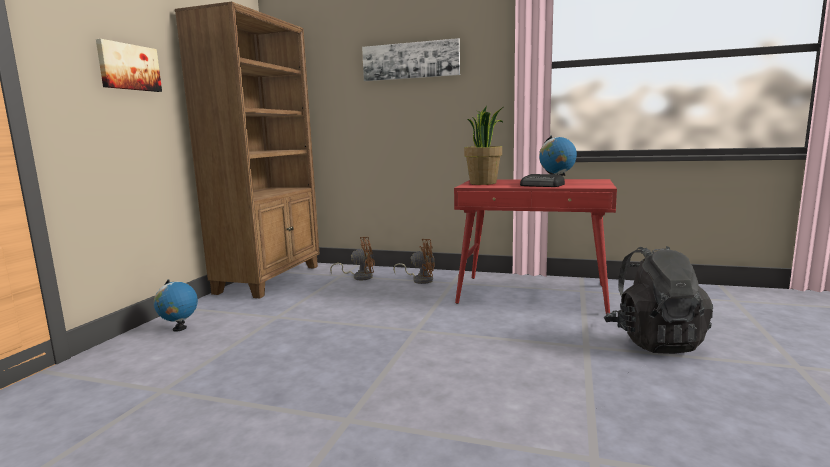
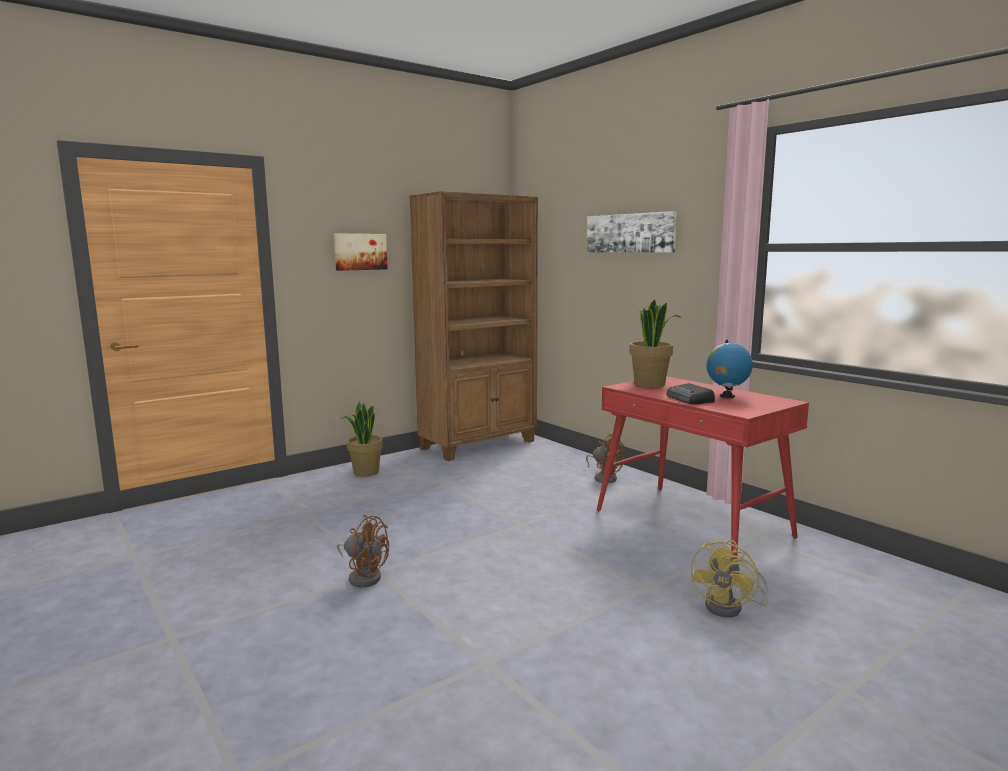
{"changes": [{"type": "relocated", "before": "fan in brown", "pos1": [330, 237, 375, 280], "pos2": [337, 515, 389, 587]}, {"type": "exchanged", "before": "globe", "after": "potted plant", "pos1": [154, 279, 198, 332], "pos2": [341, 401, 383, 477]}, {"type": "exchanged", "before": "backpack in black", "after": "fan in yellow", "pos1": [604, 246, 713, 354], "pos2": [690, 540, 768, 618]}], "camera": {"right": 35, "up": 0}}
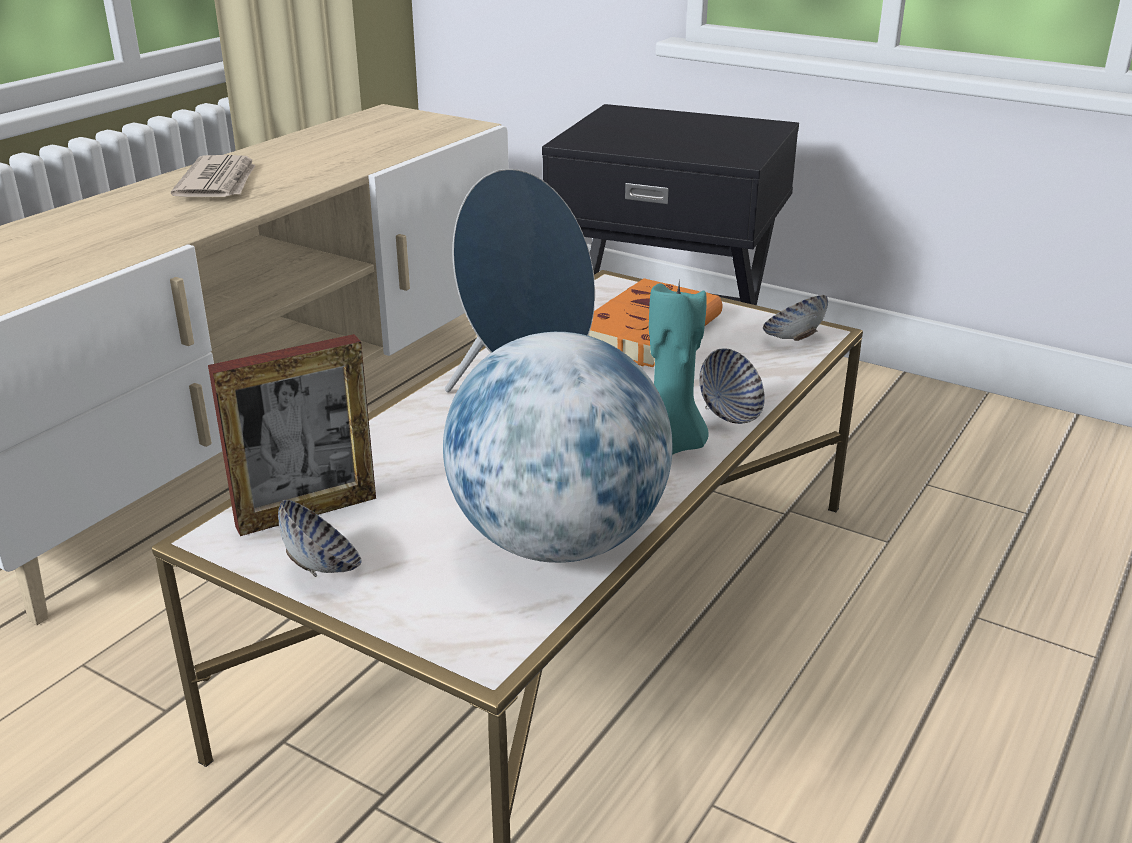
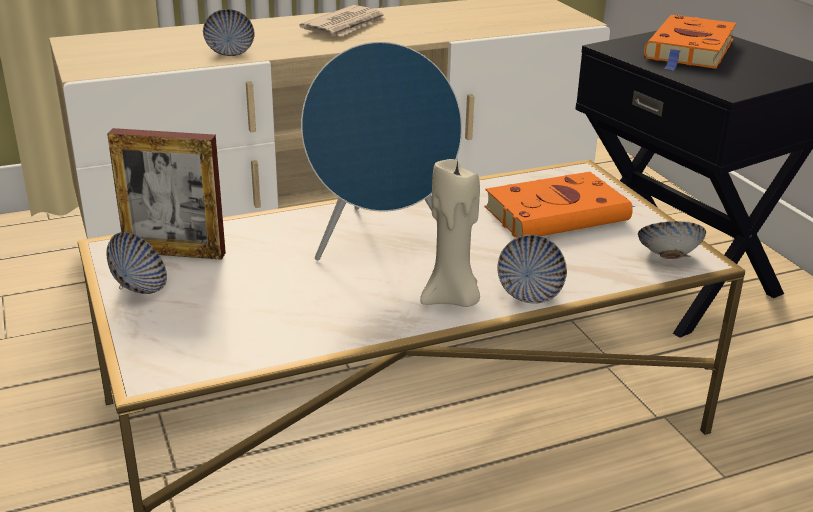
{"changes": [{"type": "appeared", "after": "bowl", "pos2": [203, 9, 255, 56]}, {"type": "colour", "before": "candle in turquoise", "after": "candle in beige", "pos1": [649, 281, 709, 455], "pos2": [420, 159, 480, 307]}, {"type": "appeared", "after": "book in orange", "pos2": [644, 15, 736, 71]}, {"type": "missing", "before": "globe", "pos1": [443, 332, 673, 563]}], "camera": {"right": 35, "up": 0}}
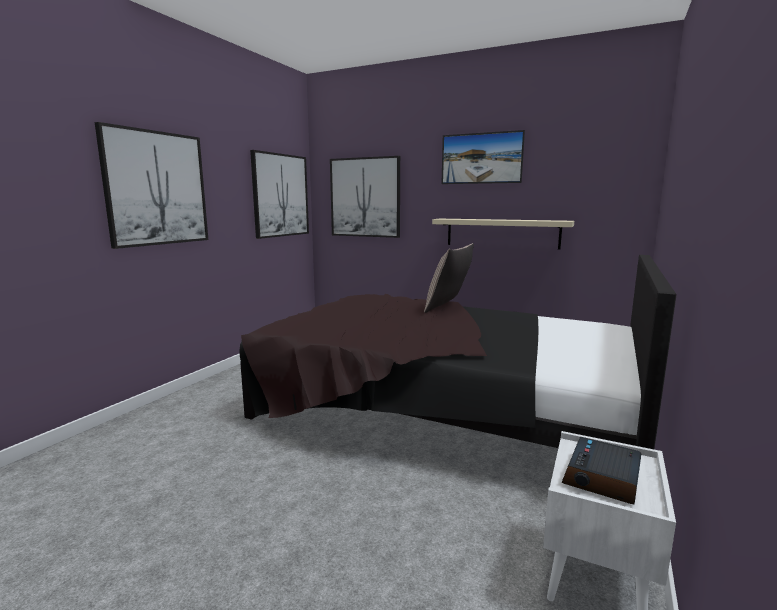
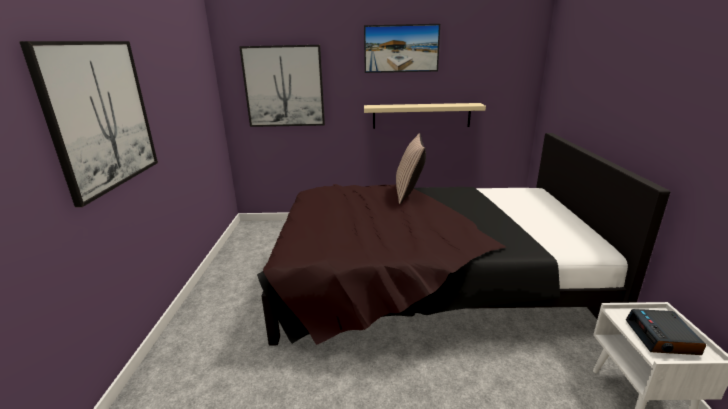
{"changes": [{"type": "missing", "before": "picture", "pos1": [250, 150, 309, 239]}], "camera": {"right": -25, "up": 10}}
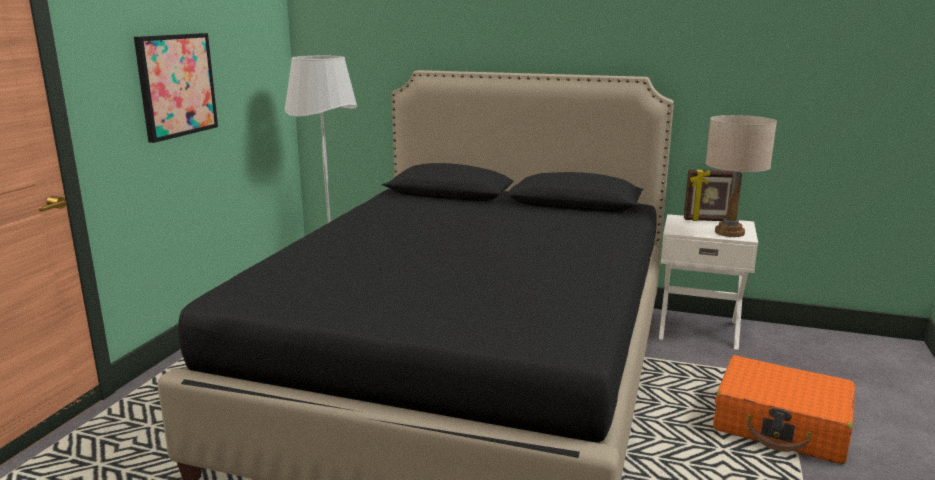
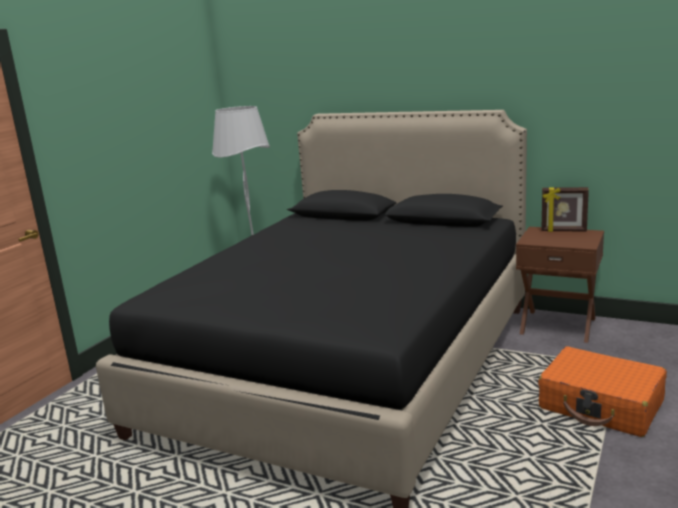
{"changes": [{"type": "colour", "before": "nightstand in white", "after": "nightstand in brown", "pos1": [659, 214, 758, 350], "pos2": [516, 227, 604, 343]}, {"type": "missing", "before": "picture", "pos1": [134, 33, 218, 143]}, {"type": "missing", "before": "table lamp in beige", "pos1": [706, 115, 777, 237]}], "camera": {"right": 10, "up": 0}}
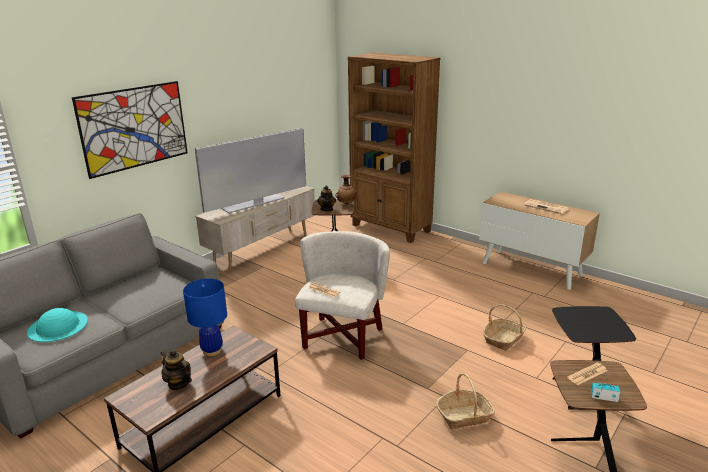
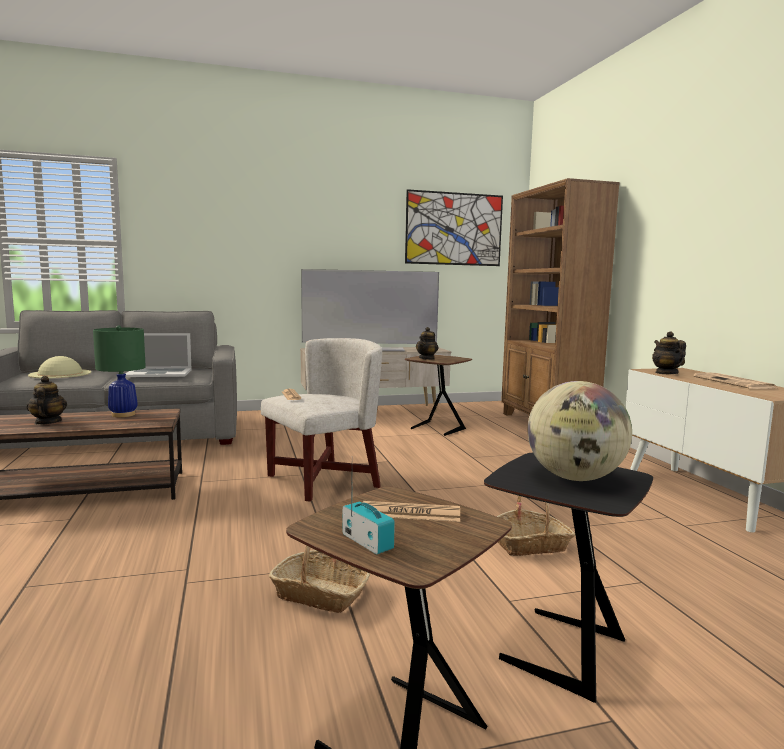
{"changes": [{"type": "colour", "before": "hat in turquoise", "after": "hat in beige", "pos1": [27, 308, 88, 342], "pos2": [28, 356, 91, 378]}, {"type": "colour", "before": "table lamp in blue", "after": "table lamp in green", "pos1": [183, 279, 227, 356], "pos2": [93, 325, 146, 417]}, {"type": "appeared", "after": "laptop", "pos2": [125, 333, 192, 377]}, {"type": "relocated", "before": "picture", "pos1": [72, 81, 188, 179], "pos2": [405, 189, 503, 266]}, {"type": "appeared", "after": "globe", "pos2": [527, 381, 632, 481]}, {"type": "appeared", "after": "teapot", "pos2": [652, 331, 686, 374]}, {"type": "missing", "before": "vase", "pos1": [336, 175, 357, 204]}], "camera": {"right": 35, "up": -15}}
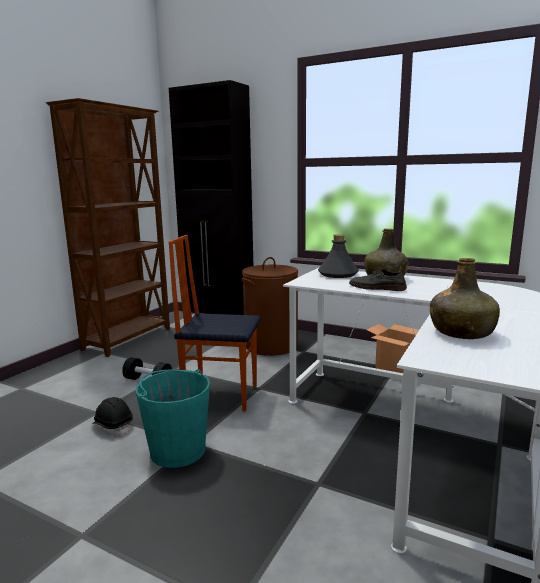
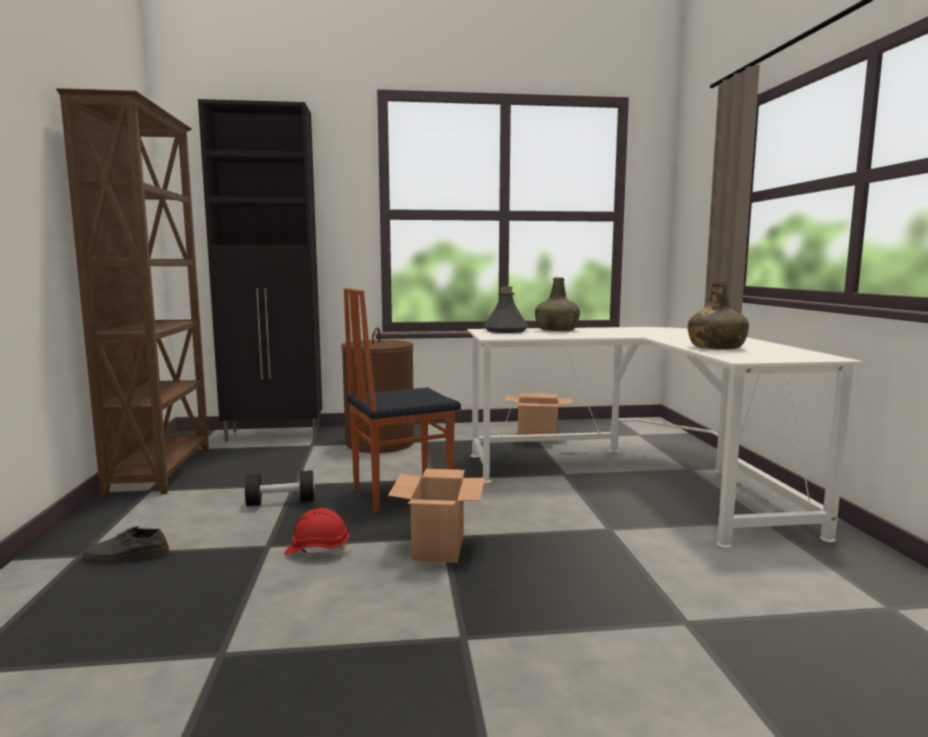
{"changes": [{"type": "relocated", "before": "shoe in grey", "pos1": [349, 269, 407, 291], "pos2": [82, 526, 169, 563]}, {"type": "colour", "before": "hard hat in black", "after": "hard hat in red", "pos1": [92, 397, 133, 435], "pos2": [284, 508, 351, 555]}, {"type": "exchanged", "before": "bucket in turquoise", "after": "cardboard box", "pos1": [136, 369, 210, 468], "pos2": [388, 469, 485, 563]}], "camera": {"right": -35, "up": -5}}
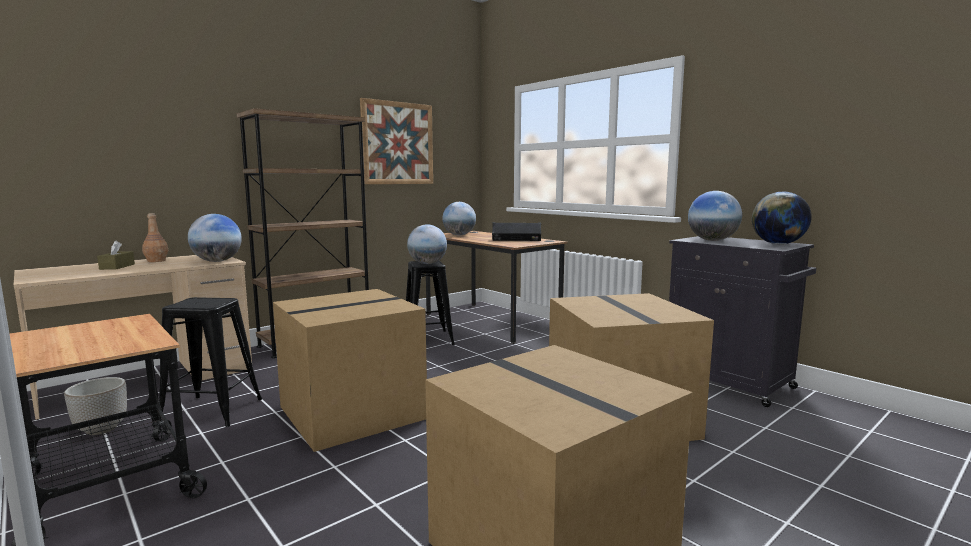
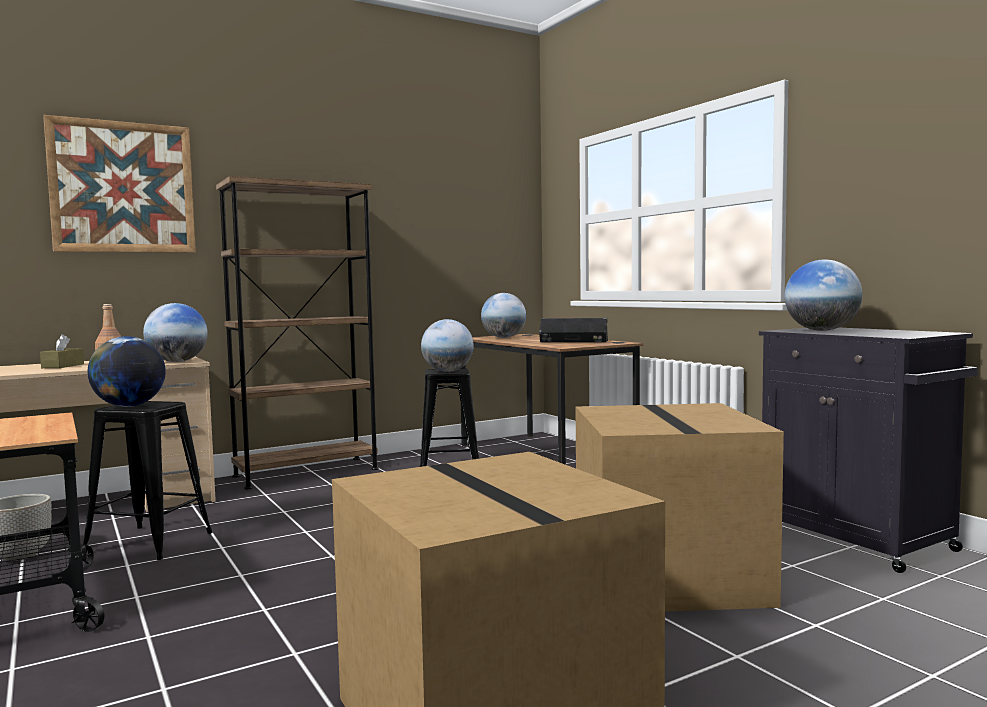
{"changes": [{"type": "relocated", "before": "picture", "pos1": [360, 98, 433, 184], "pos2": [43, 115, 196, 253]}, {"type": "relocated", "before": "globe", "pos1": [752, 191, 812, 244], "pos2": [87, 336, 166, 407]}, {"type": "missing", "before": "cardboard box", "pos1": [273, 289, 427, 452]}], "camera": {"right": 10, "up": -5}}
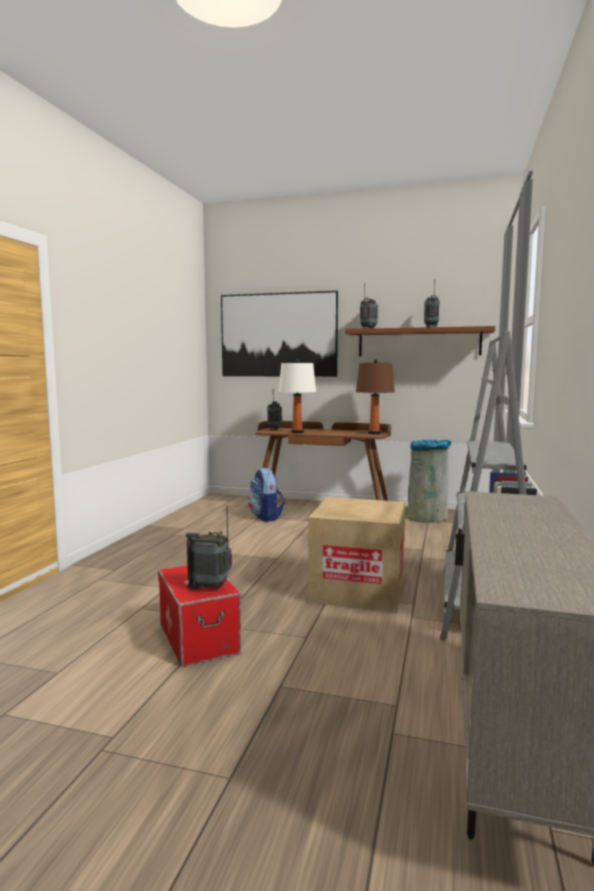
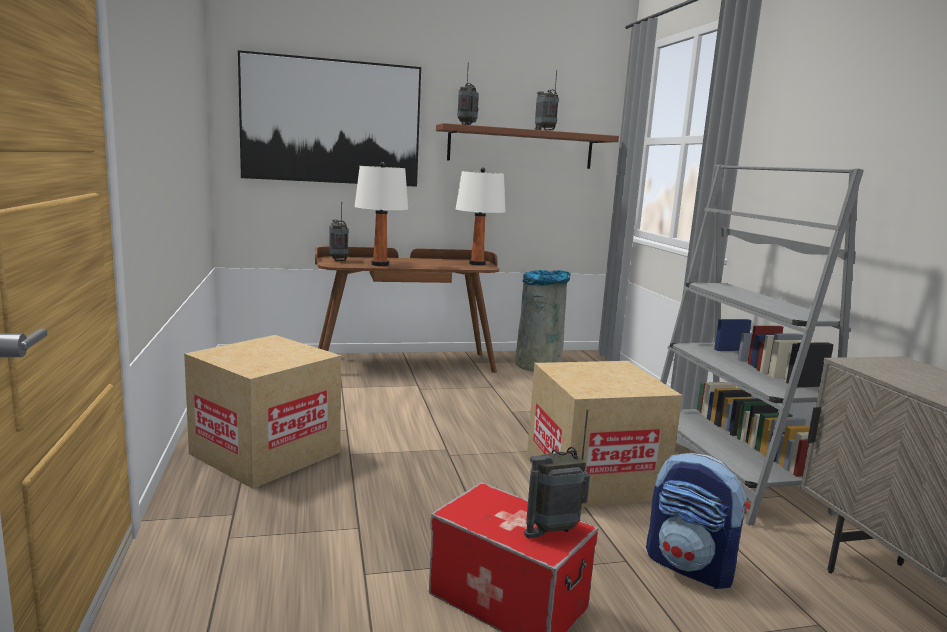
{"changes": [{"type": "appeared", "after": "cardboard box", "pos2": [184, 335, 341, 489]}, {"type": "colour", "before": "table lamp in brown", "after": "table lamp in white", "pos1": [356, 359, 395, 434], "pos2": [456, 168, 505, 265]}, {"type": "relocated", "before": "backpack", "pos1": [248, 468, 285, 522], "pos2": [646, 453, 750, 589]}], "camera": {"right": -30, "up": 5}}
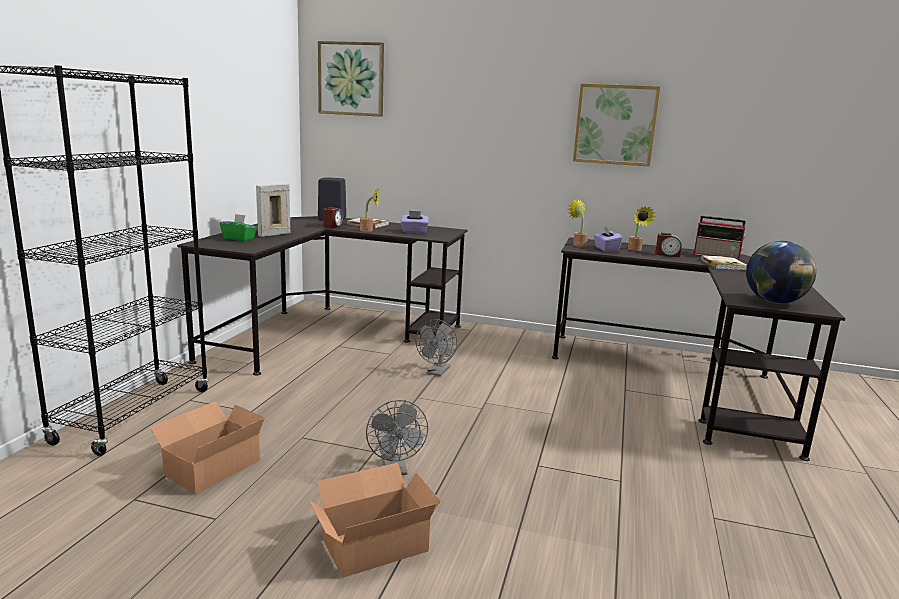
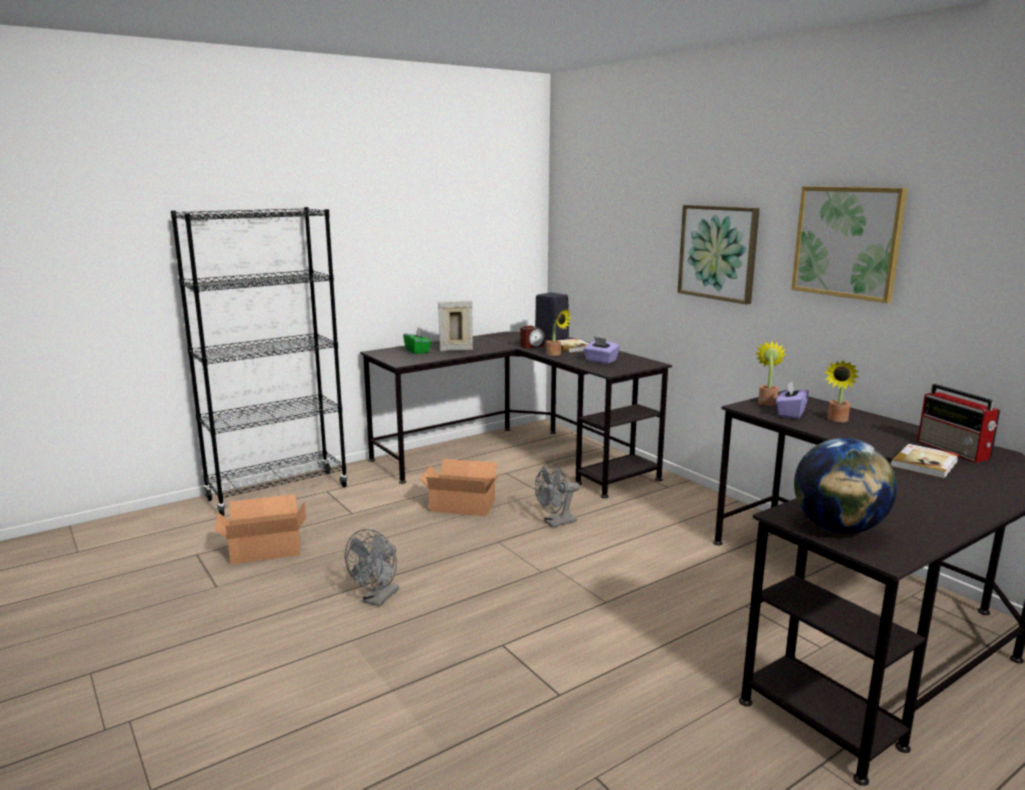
{"changes": [{"type": "relocated", "before": "cardboard box", "pos1": [308, 463, 441, 578], "pos2": [420, 459, 502, 516]}, {"type": "relocated", "before": "picture", "pos1": [318, 41, 384, 117], "pos2": [677, 205, 760, 305]}, {"type": "missing", "before": "alarm clock", "pos1": [655, 233, 682, 257]}], "camera": {"right": 40, "up": 0}}
